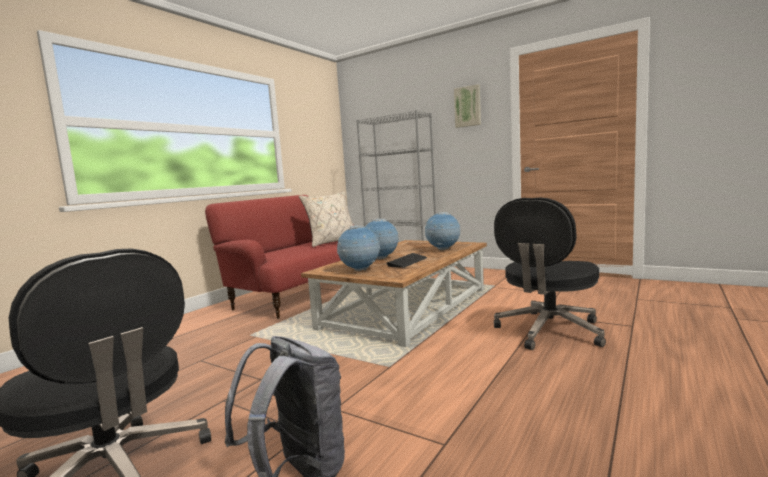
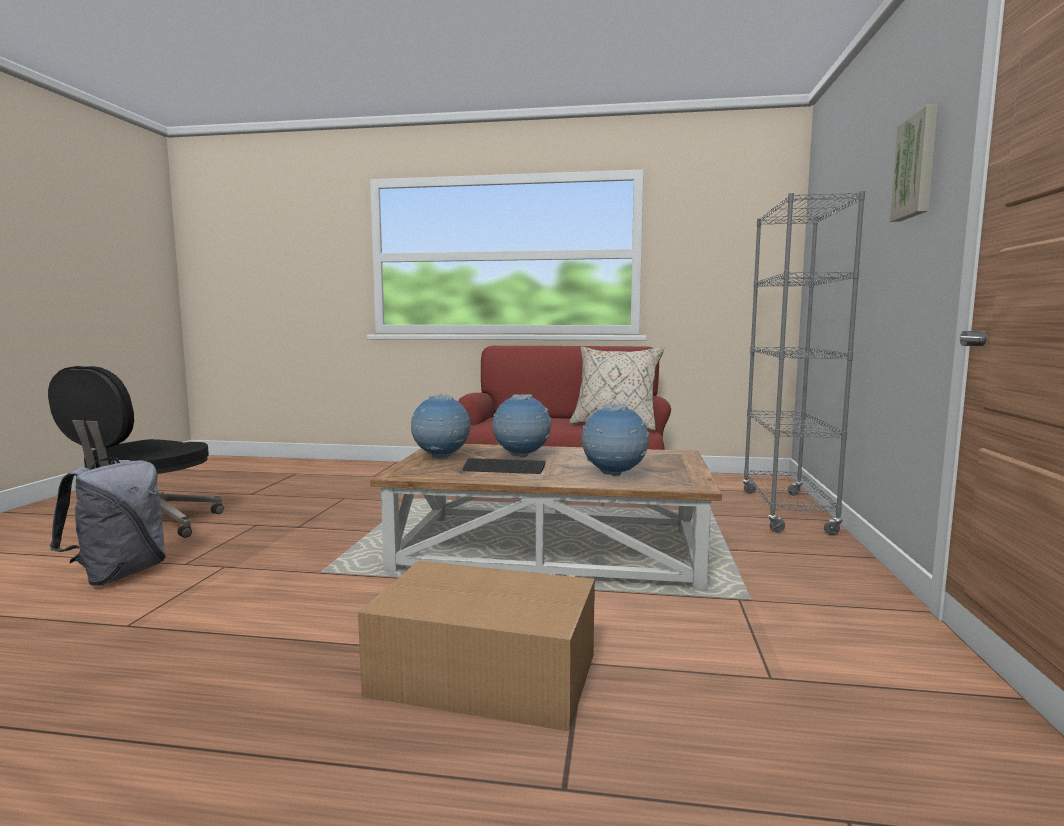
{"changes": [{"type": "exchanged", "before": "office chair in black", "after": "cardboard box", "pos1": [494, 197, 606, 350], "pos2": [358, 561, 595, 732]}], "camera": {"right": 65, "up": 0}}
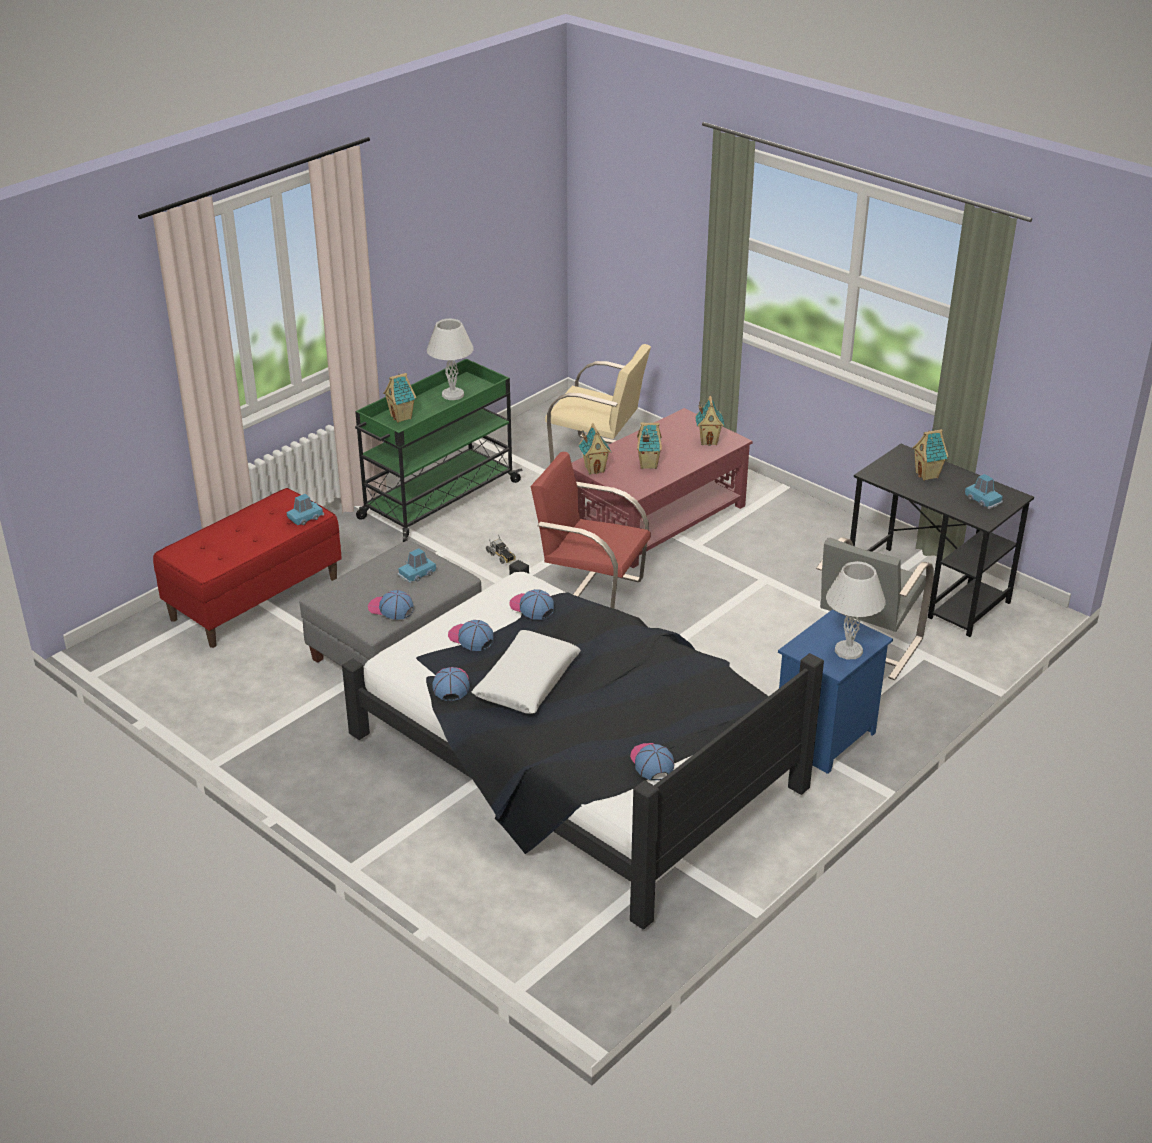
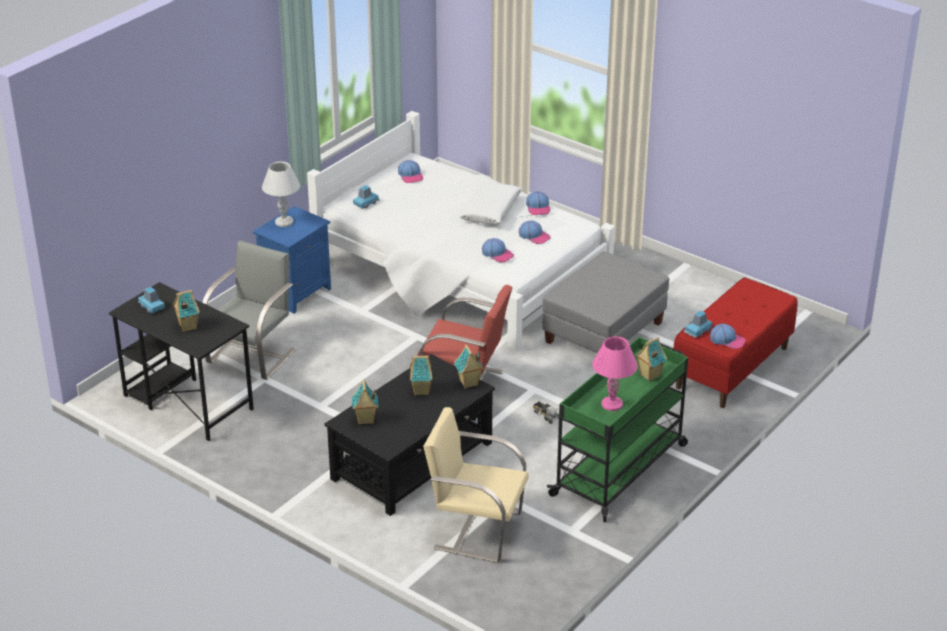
{"changes": [{"type": "colour", "before": "bed in black", "after": "bed in white", "pos1": [342, 560, 824, 929], "pos2": [307, 111, 615, 350]}, {"type": "colour", "before": "coffee table in red", "after": "coffee table in black", "pos1": [572, 408, 753, 568], "pos2": [325, 354, 495, 516]}, {"type": "relocated", "before": "toy car in blue", "pos1": [397, 548, 436, 583], "pos2": [353, 185, 379, 209]}, {"type": "colour", "before": "table lamp in white", "after": "table lamp in pink", "pos1": [427, 318, 474, 400], "pos2": [592, 336, 638, 411]}, {"type": "relocated", "before": "cap", "pos1": [368, 590, 414, 620], "pos2": [710, 324, 746, 349]}], "camera": {"right": 175, "up": 0}}
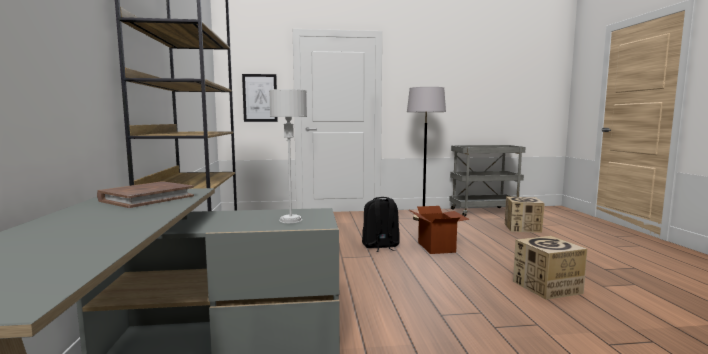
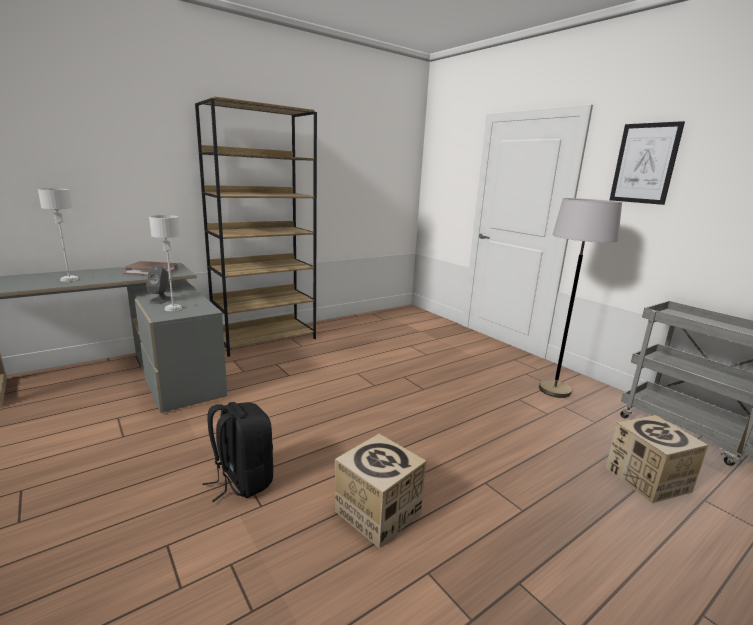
{"changes": [{"type": "appeared", "after": "table lamp in grey", "pos2": [38, 188, 79, 282]}, {"type": "appeared", "after": "speaker in grey", "pos2": [146, 265, 171, 304]}, {"type": "relocated", "before": "backpack in black", "pos1": [362, 197, 400, 252], "pos2": [202, 402, 273, 502]}, {"type": "relocated", "before": "picture", "pos1": [242, 74, 278, 122], "pos2": [610, 121, 685, 205]}, {"type": "missing", "before": "cardboard box", "pos1": [408, 206, 469, 254]}], "camera": {"right": 60, "up": 10}}
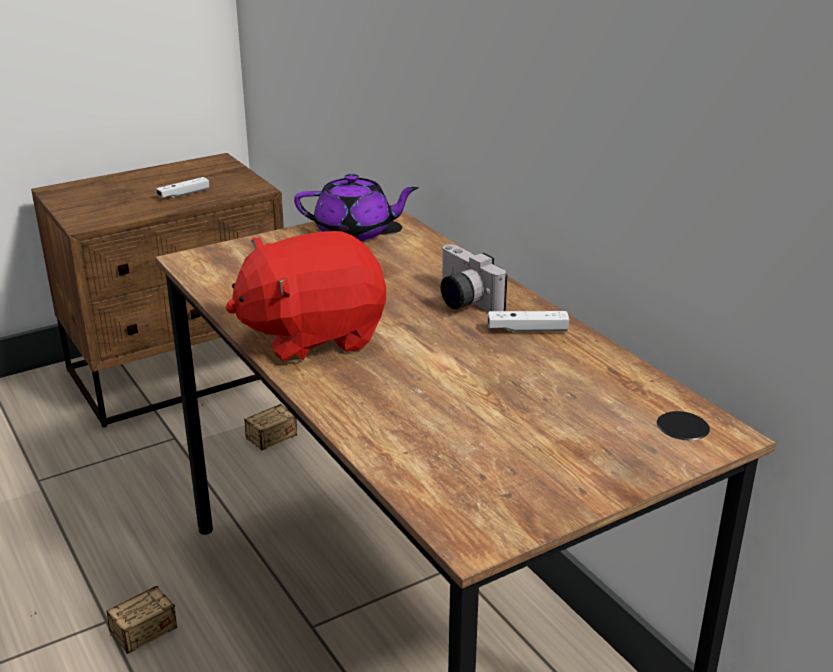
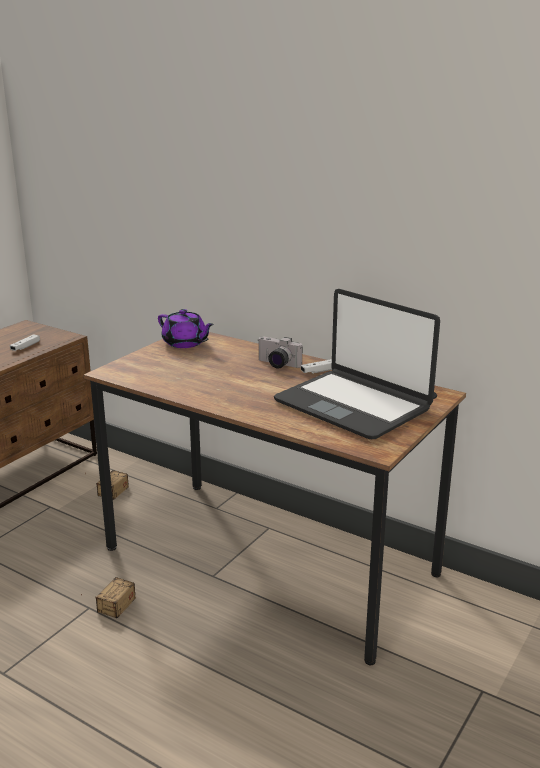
{"changes": [{"type": "spun", "before": "teapot in purple", "pos1": [294, 174, 419, 241], "pos2": [158, 309, 214, 348], "turn": 60}, {"type": "appeared", "after": "laptop", "pos2": [274, 289, 440, 439]}, {"type": "missing", "before": "plush toy in red", "pos1": [226, 231, 386, 363]}], "camera": {"right": -25, "up": -5}}
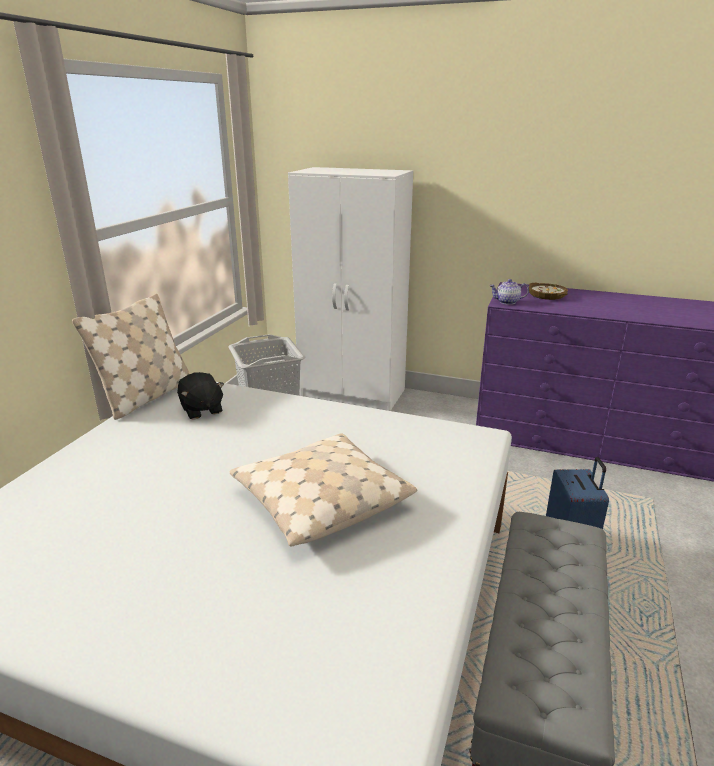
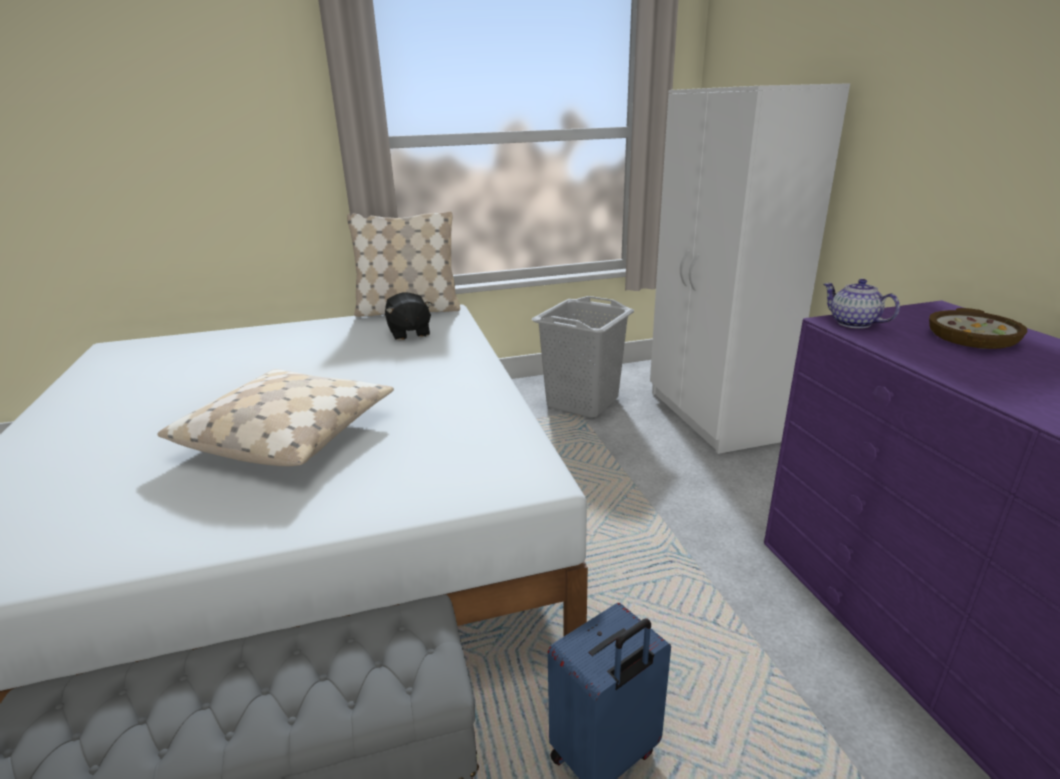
{"changes": [{"type": "spun", "before": "plush toy in black", "pos1": [177, 372, 224, 419], "pos2": [385, 292, 432, 340], "turn": -45}], "camera": {"right": 55, "up": 0}}
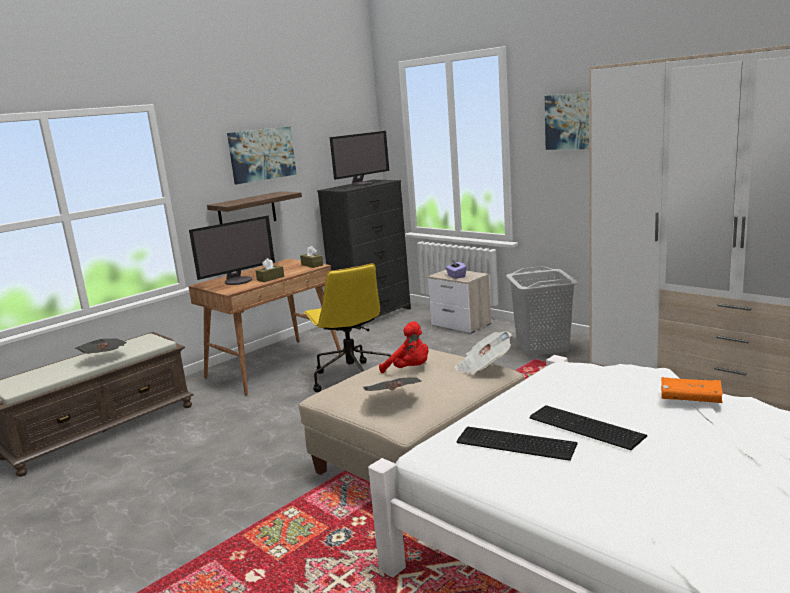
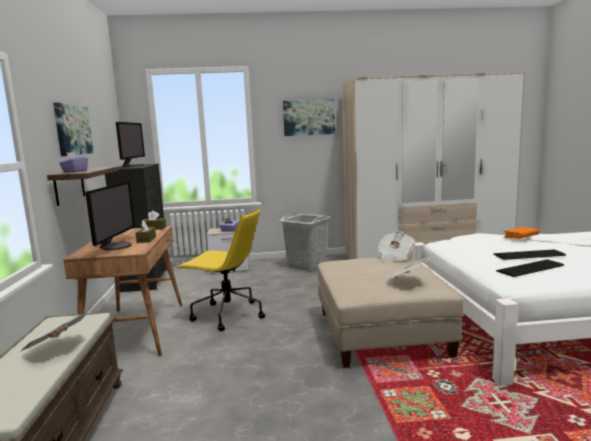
{"changes": [{"type": "appeared", "after": "tissue box in purple", "pos2": [59, 152, 88, 173]}, {"type": "missing", "before": "plush toy in red", "pos1": [379, 321, 429, 373]}], "camera": {"right": -50, "up": -5}}
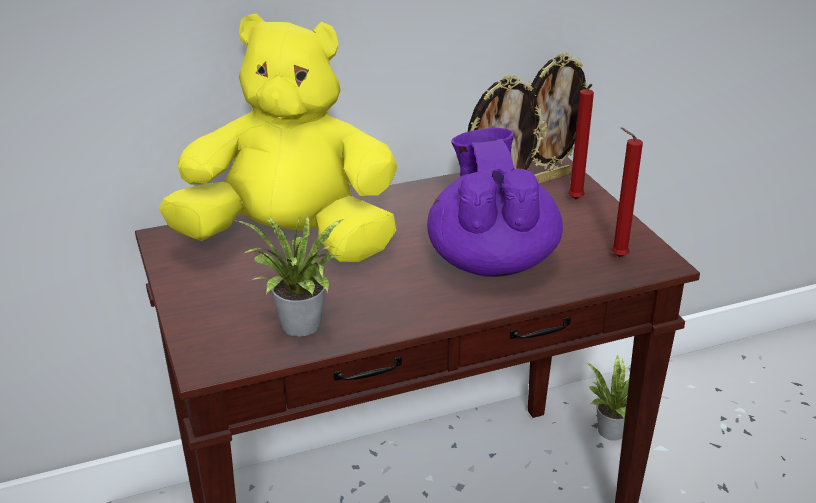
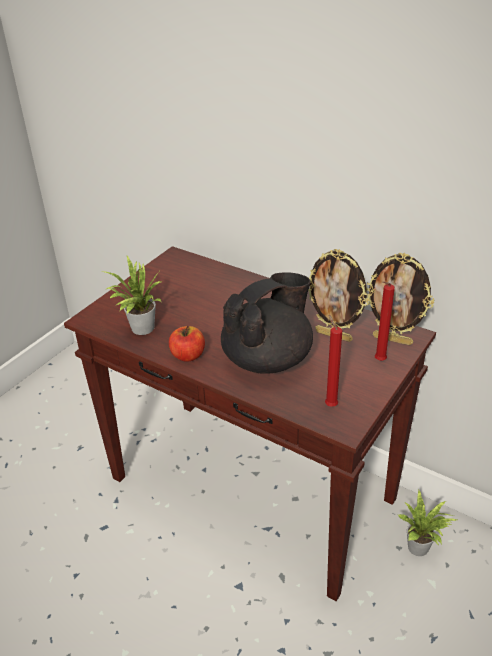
{"changes": [{"type": "appeared", "after": "apple", "pos2": [169, 326, 205, 362]}, {"type": "colour", "before": "teapot in purple", "after": "teapot in black", "pos1": [427, 128, 563, 277], "pos2": [221, 272, 313, 374]}, {"type": "missing", "before": "plush toy in yellow", "pos1": [159, 13, 397, 262]}], "camera": {"right": 55, "up": 5}}
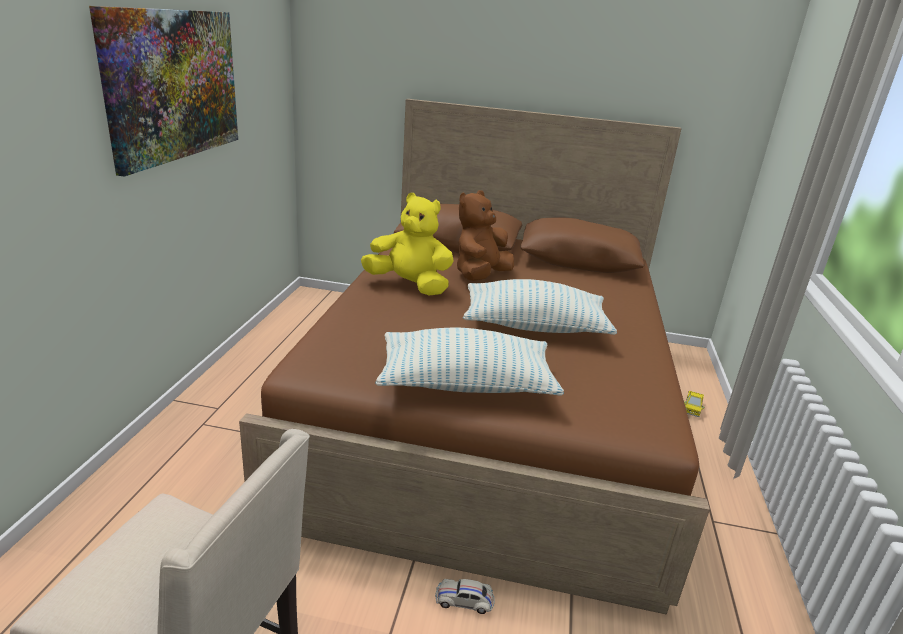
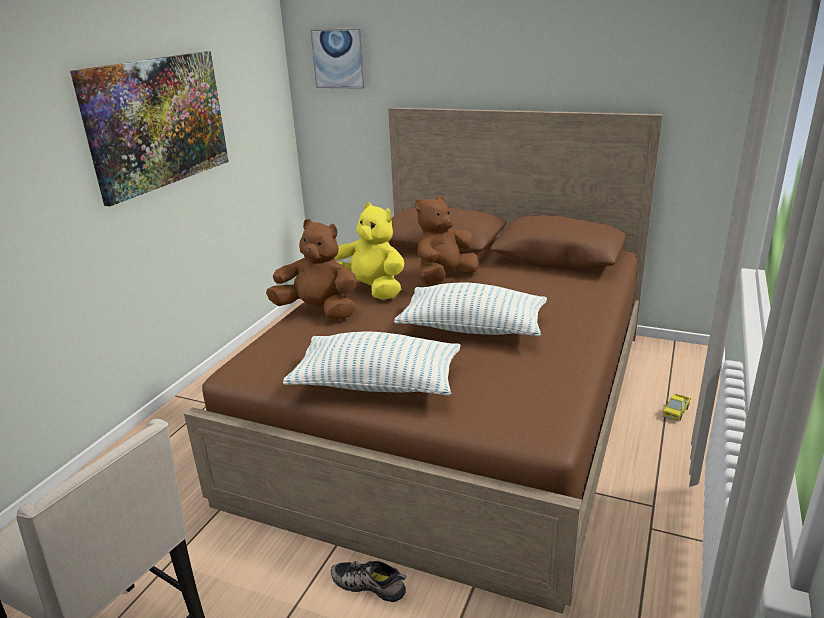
{"changes": [{"type": "appeared", "after": "plush toy in brown", "pos2": [266, 219, 357, 320]}, {"type": "appeared", "after": "picture", "pos2": [310, 28, 366, 89]}, {"type": "exchanged", "before": "toy car in white", "after": "shoe", "pos1": [435, 579, 495, 614], "pos2": [331, 561, 406, 602]}], "camera": {"right": 15, "up": 0}}
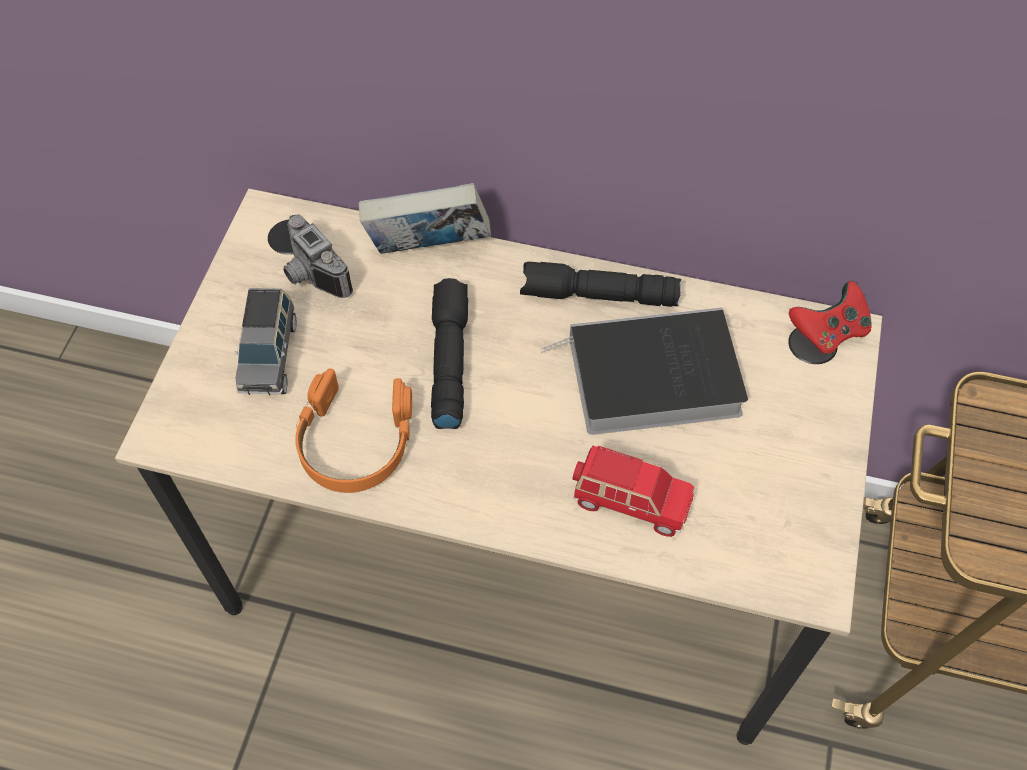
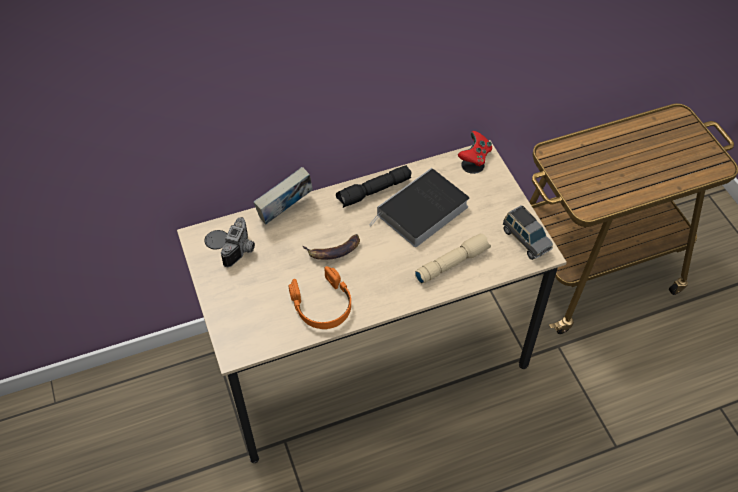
{"changes": [{"type": "spun", "before": "photo camera", "pos1": [283, 214, 353, 298], "pos2": [221, 217, 255, 267], "turn": -90}, {"type": "exchanged", "before": "flashlight in black", "after": "banana", "pos1": [431, 278, 468, 429], "pos2": [303, 234, 360, 260]}, {"type": "exchanged", "before": "toy car in red", "after": "flashlight in beige", "pos1": [572, 446, 694, 537], "pos2": [415, 234, 491, 284]}, {"type": "relocated", "before": "toy car in grey", "pos1": [235, 288, 296, 395], "pos2": [503, 206, 553, 260]}], "camera": {"right": -35, "up": -5}}
